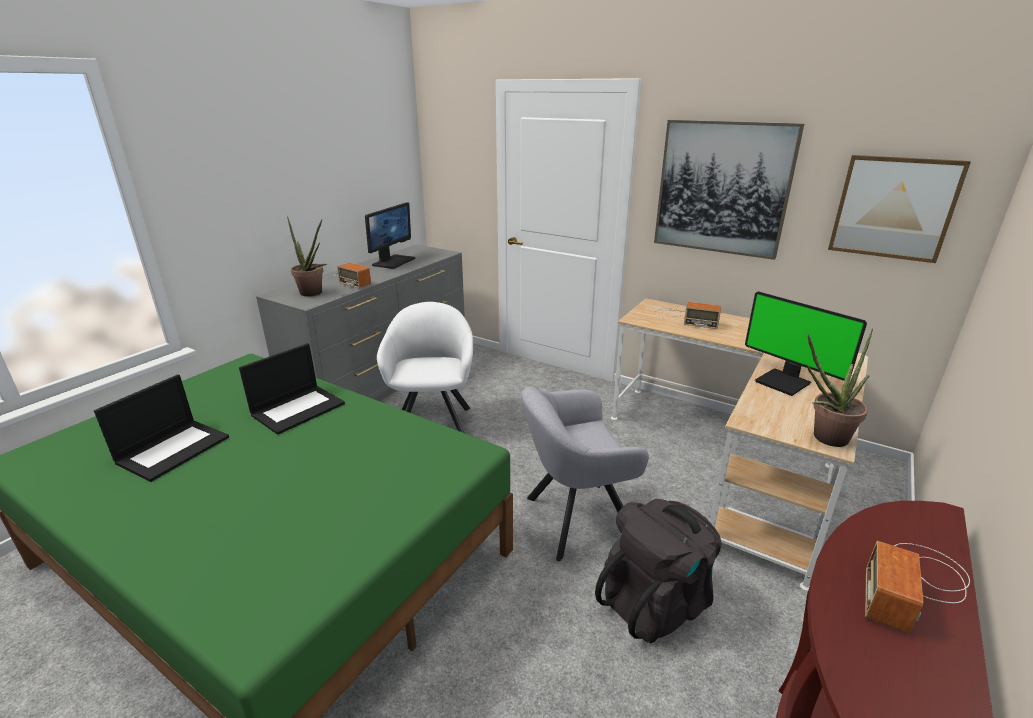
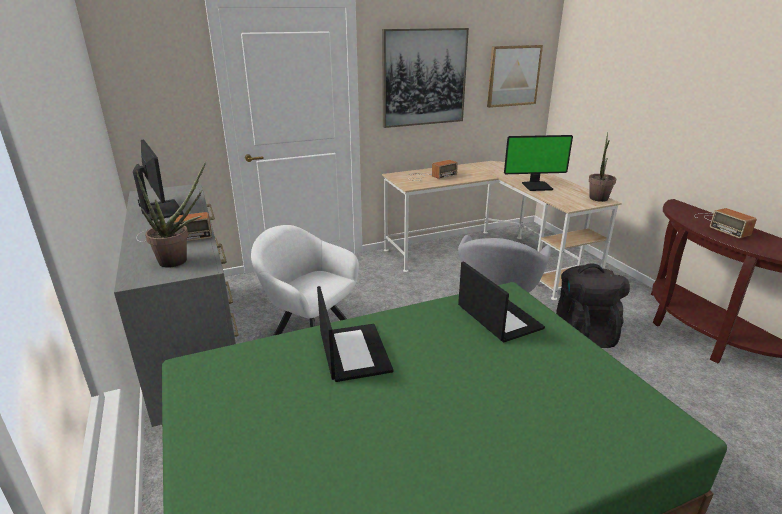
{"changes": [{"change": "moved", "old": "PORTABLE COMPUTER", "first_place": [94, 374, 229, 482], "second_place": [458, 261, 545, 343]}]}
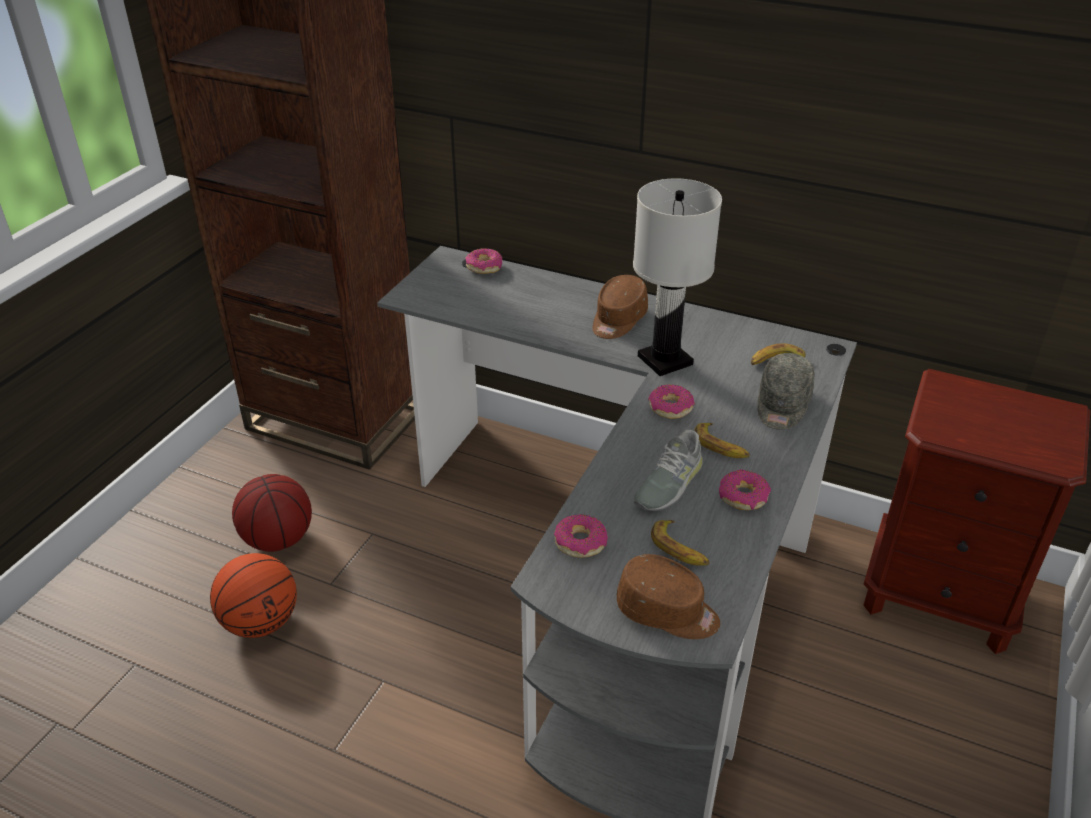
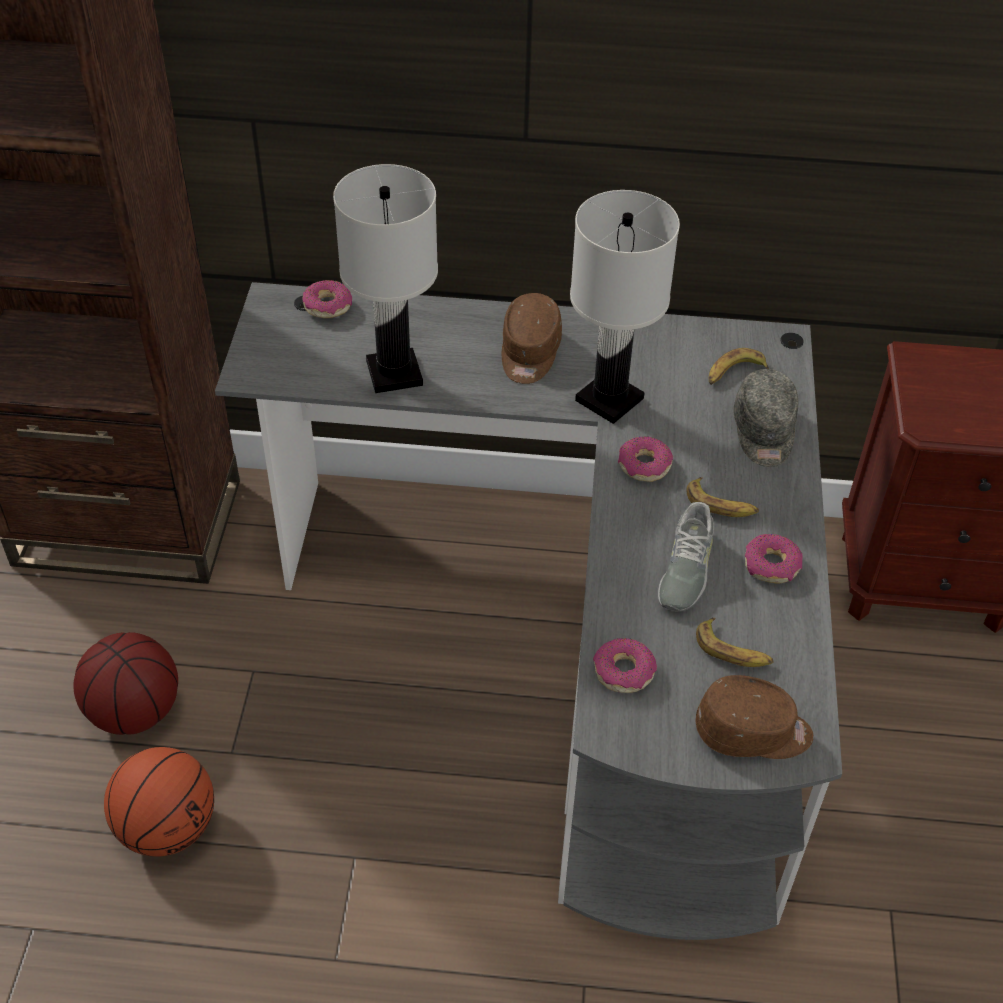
{"changes": [{"change": "added", "new": "WHITISH TABLETOP LAMP", "second_place": [333, 164, 438, 393]}]}
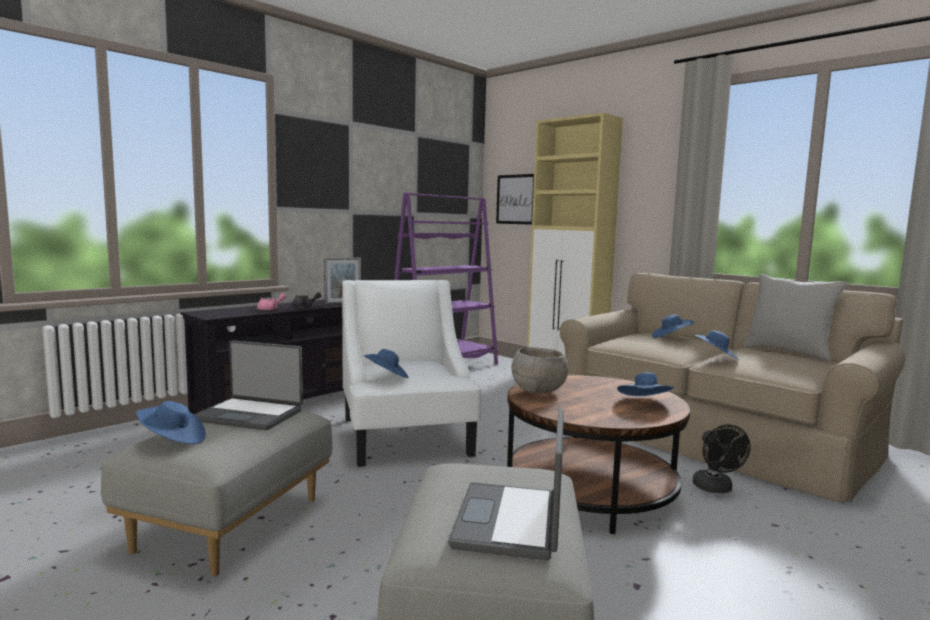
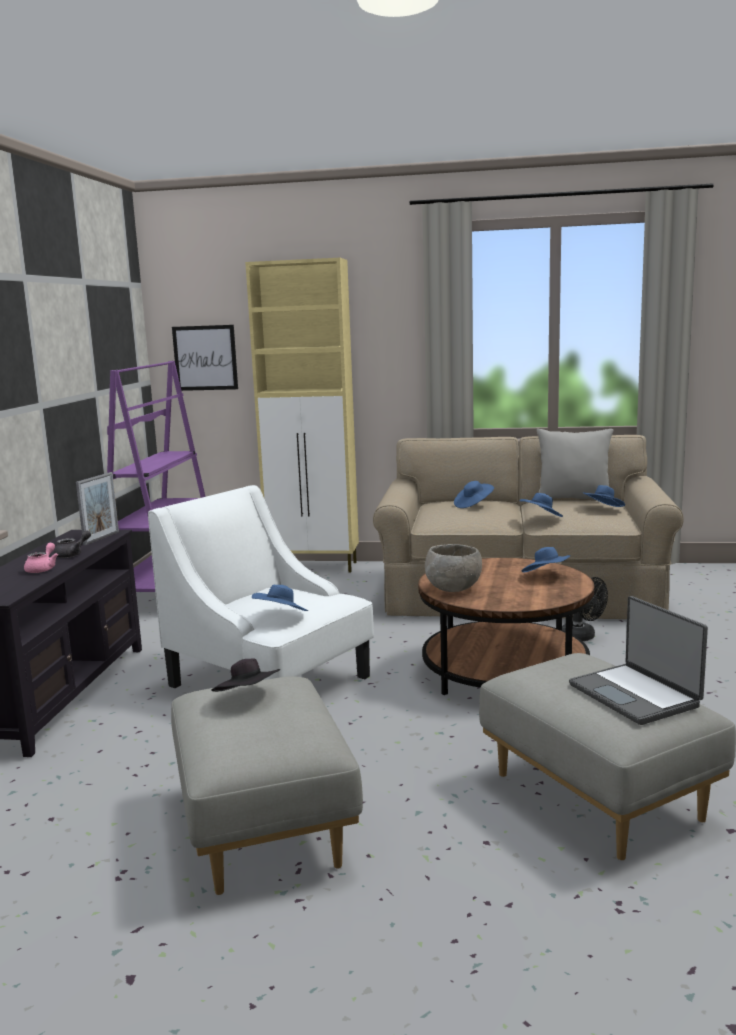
{"changes": [{"change": "replaced", "old": "PORTABLE COMPUTER", "new": "BLACK WEARABLE HAT", "first_place": [194, 340, 303, 430], "second_place": [211, 658, 280, 692]}, {"change": "moved", "old": "BLUE WEARABLE HAT", "first_place": [136, 401, 206, 444], "second_place": [582, 485, 625, 507]}]}
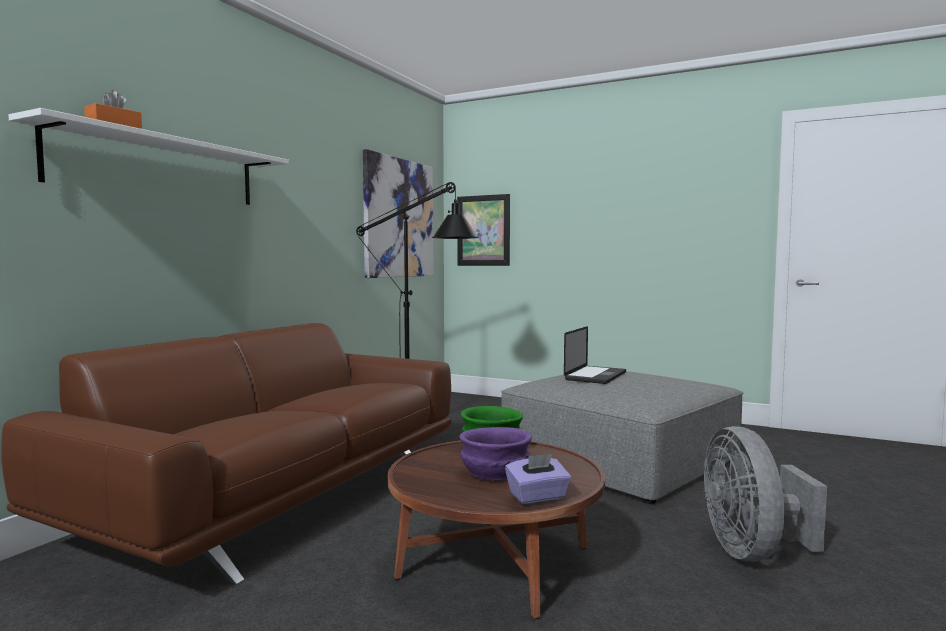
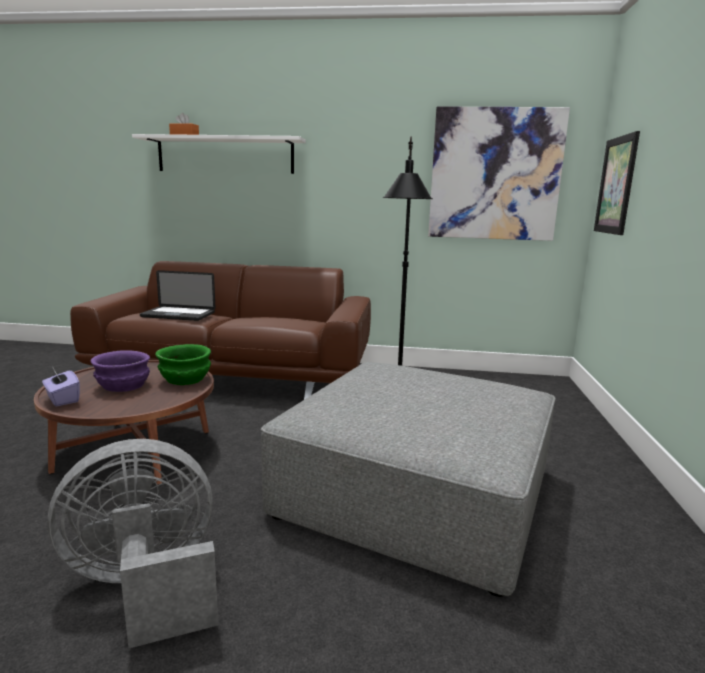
{"changes": [{"change": "moved", "old": "PORTABLE COMPUTER", "first_place": [564, 326, 626, 384], "second_place": [140, 270, 216, 321]}]}
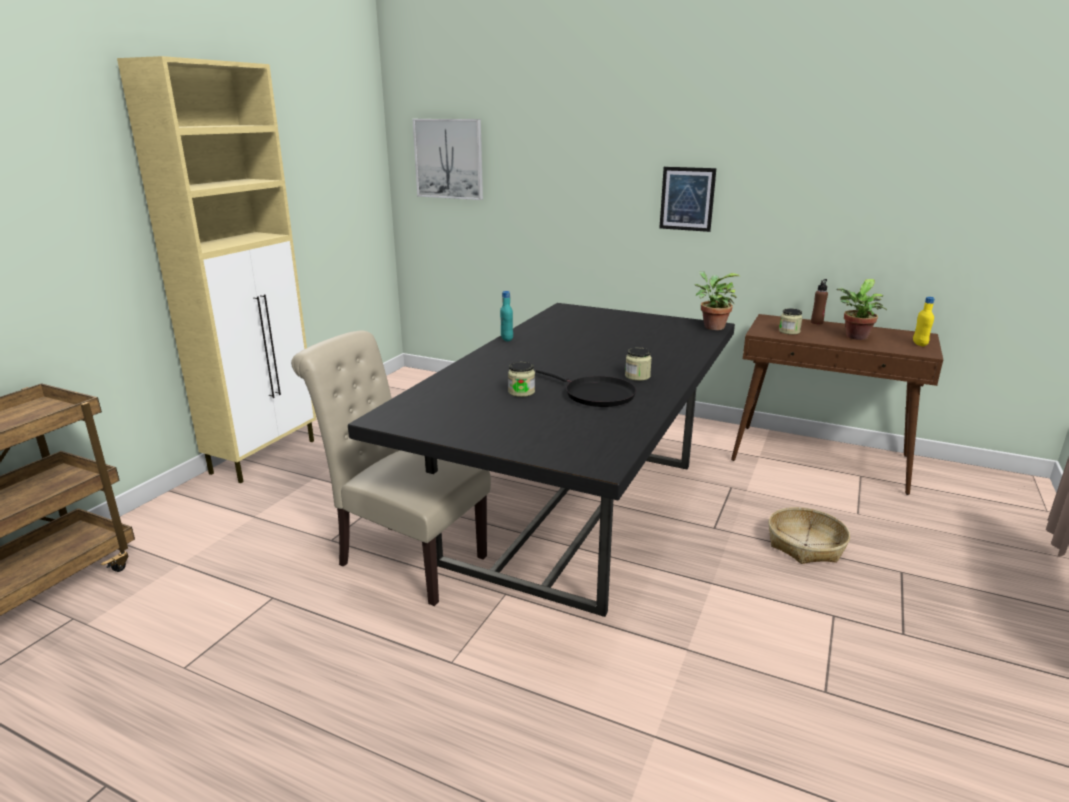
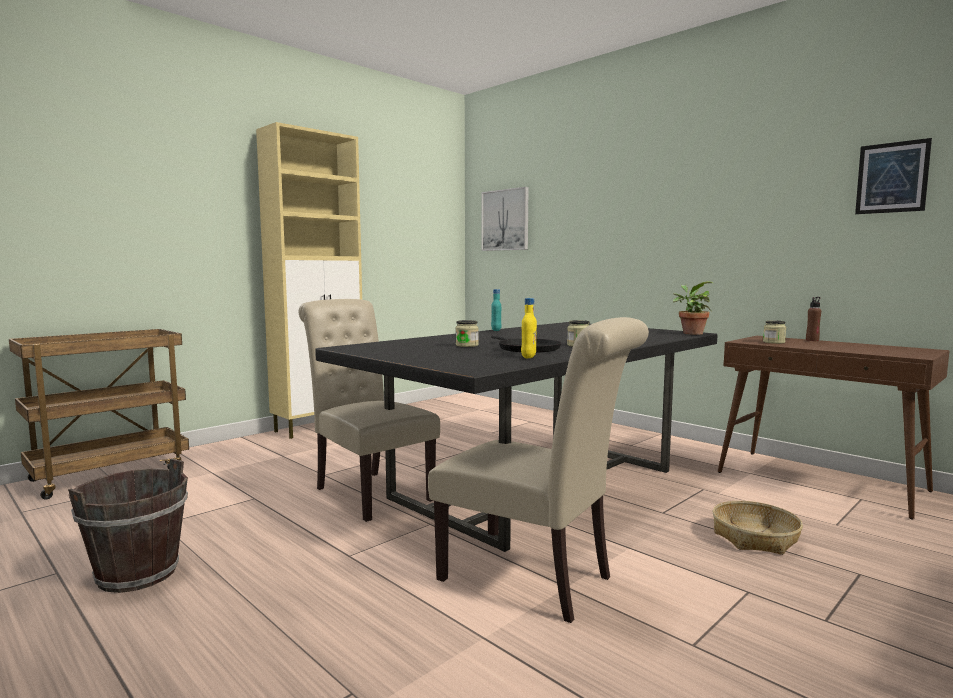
{"changes": [{"change": "added", "new": "BROWN WATER BUCKET", "second_place": [68, 459, 188, 593]}, {"change": "added", "new": "BEIGE-COLOURED CHAIR", "second_place": [428, 317, 649, 623]}, {"change": "moved", "old": "YELLOW-COLOURED DRINK BOTTLE", "first_place": [913, 297, 935, 347], "second_place": [521, 298, 537, 358]}, {"change": "moved", "old": "PICTURE", "first_place": [660, 167, 717, 232], "second_place": [855, 138, 932, 214]}, {"change": "removed", "old": "PLANT IN A POT", "first_place": [836, 279, 887, 340]}]}
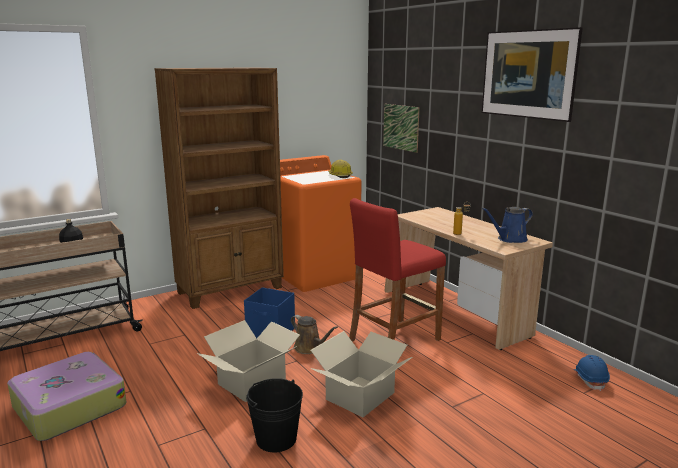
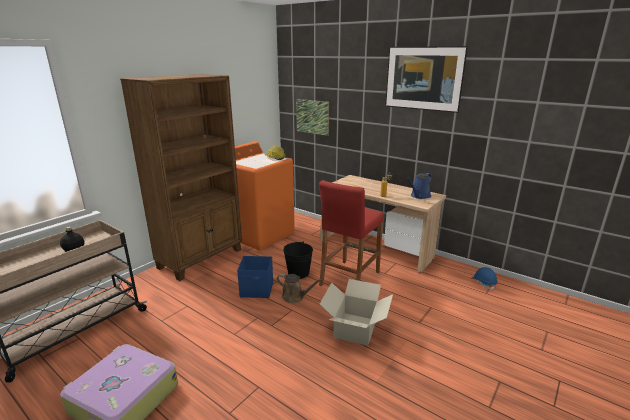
{"changes": [{"change": "moved", "old": "BLACK WATER BUCKET", "first_place": [246, 378, 303, 452], "second_place": [283, 241, 313, 279]}, {"change": "removed", "old": "CARDBOARD BOX", "first_place": [197, 320, 300, 402]}]}
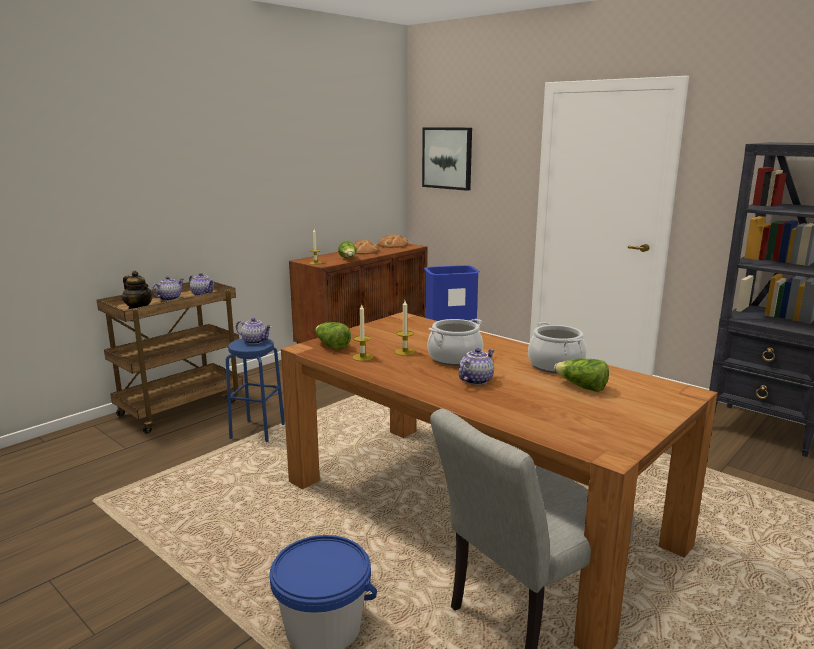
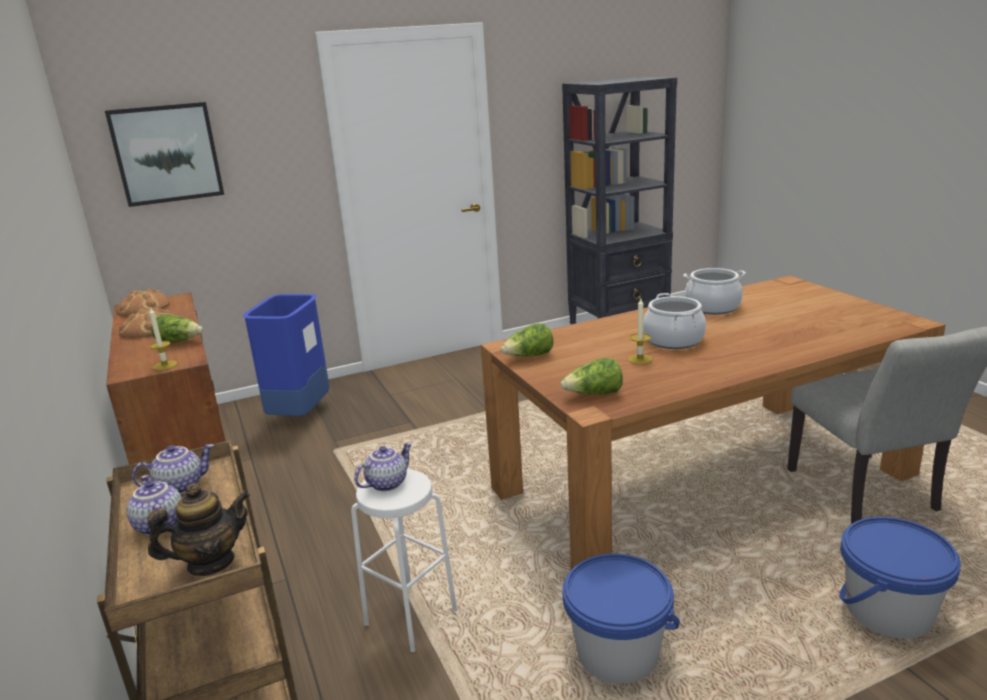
{"changes": [{"change": "recoloured", "old": "BLUE STOOL SEAT", "new": "WHITISH STOOL SEAT", "first_place": [226, 338, 285, 442], "second_place": [351, 469, 457, 652]}, {"change": "moved", "old": "LETTUCE HEAD", "first_place": [554, 359, 609, 392], "second_place": [501, 323, 553, 356]}, {"change": "added", "new": "BLUE WATER BUCKET", "second_place": [563, 554, 680, 683]}, {"change": "removed", "old": "WAX CANDLE", "first_place": [352, 304, 373, 361]}, {"change": "removed", "old": "TEA POT", "first_place": [458, 348, 494, 385]}]}
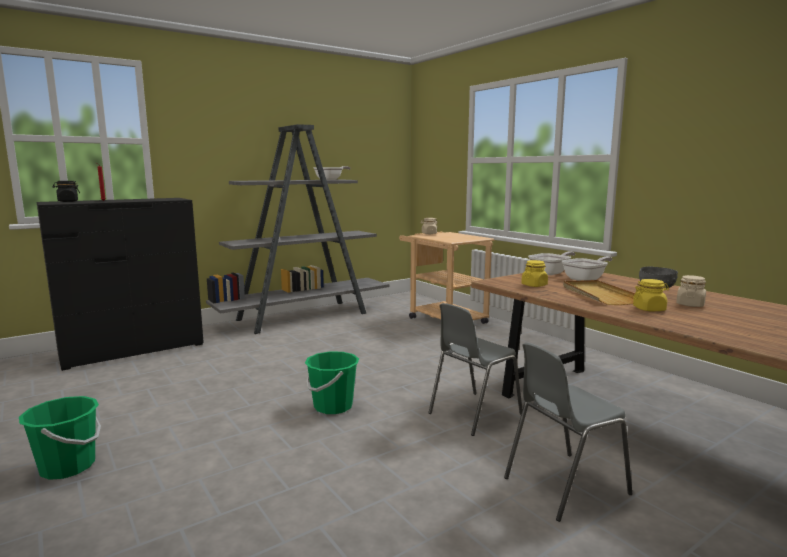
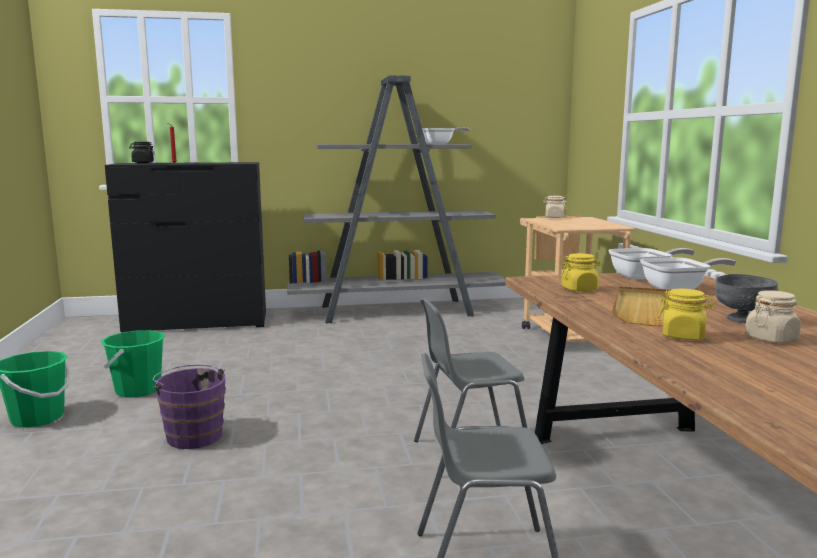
{"changes": [{"change": "moved", "old": "GREEN WATER BUCKET", "first_place": [305, 352, 359, 414], "second_place": [101, 330, 165, 397]}, {"change": "added", "new": "PURPLISH WATER BUCKET", "second_place": [152, 365, 226, 449]}]}
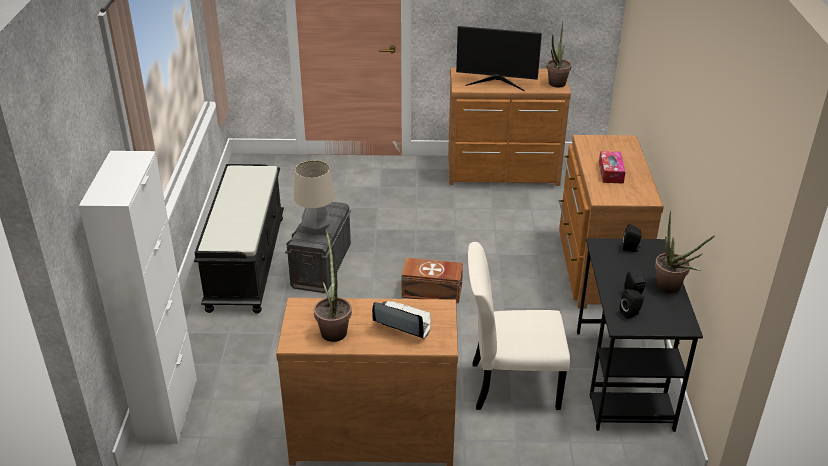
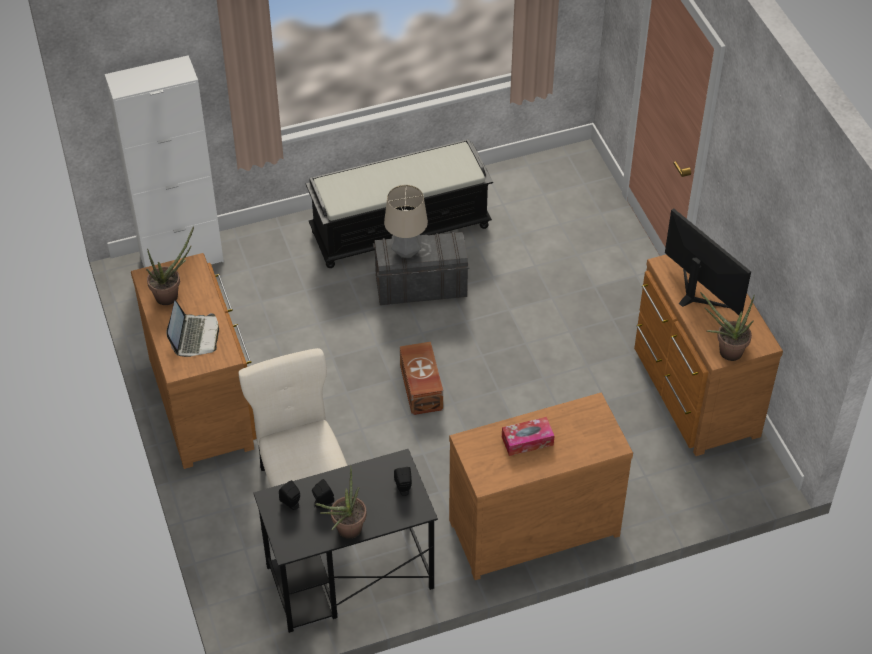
{"changes": [{"change": "turned", "old": "MONITOR", "first_place": [456, 26, 542, 91], "second_place": [665, 209, 751, 315], "degrees": 150}]}
